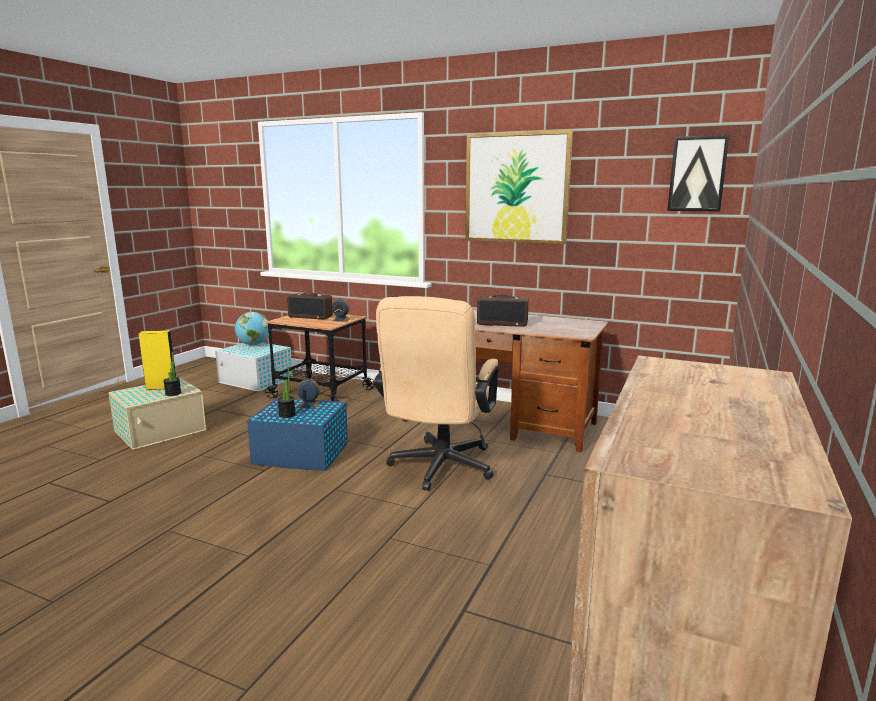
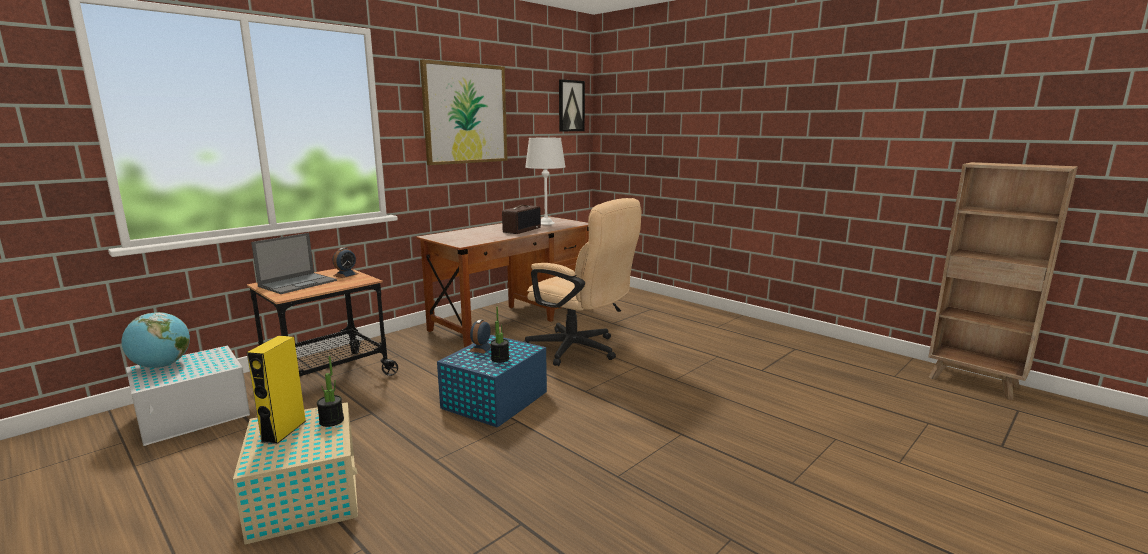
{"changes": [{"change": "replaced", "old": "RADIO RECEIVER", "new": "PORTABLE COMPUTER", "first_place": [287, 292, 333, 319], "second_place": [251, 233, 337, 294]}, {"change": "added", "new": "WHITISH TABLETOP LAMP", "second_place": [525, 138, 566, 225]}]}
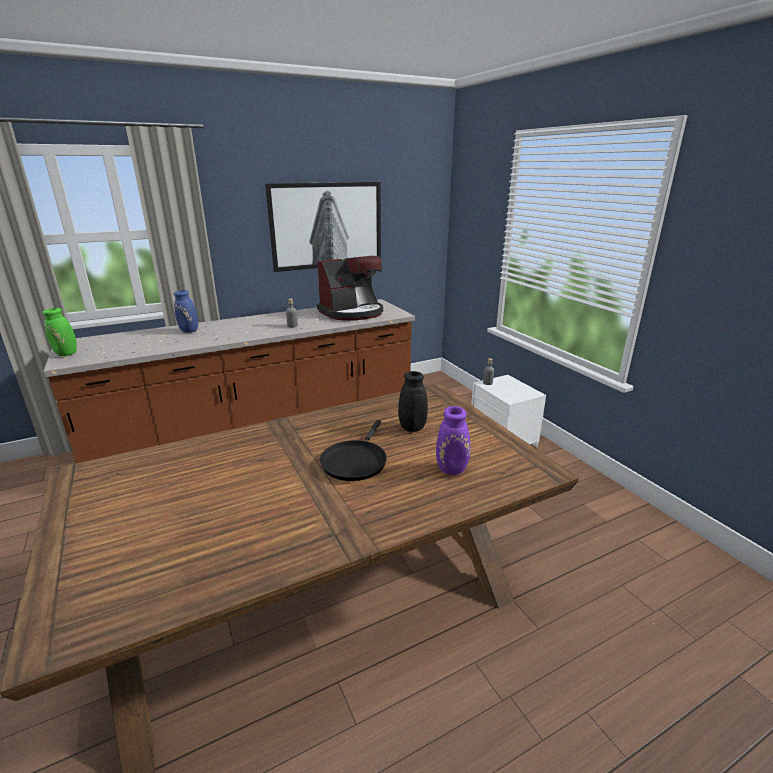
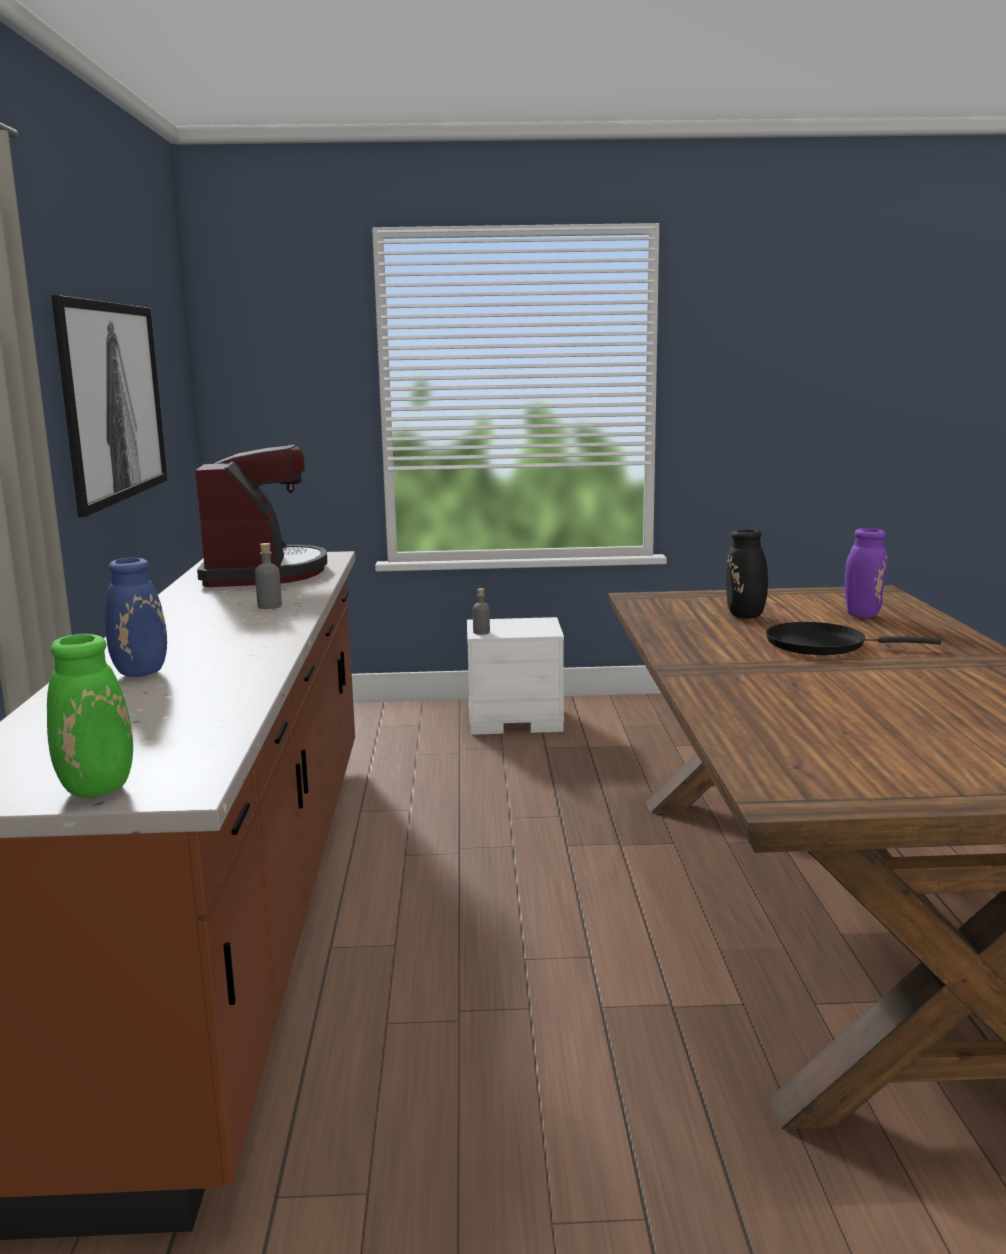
{"changes": [{"change": "turned", "old": "BLACK FRYING PAN", "first_place": [320, 420, 387, 481], "second_place": [766, 622, 941, 655], "degrees": 150}]}
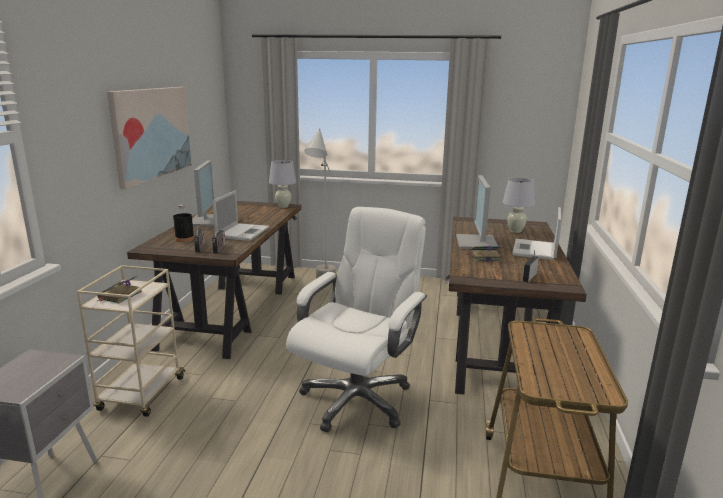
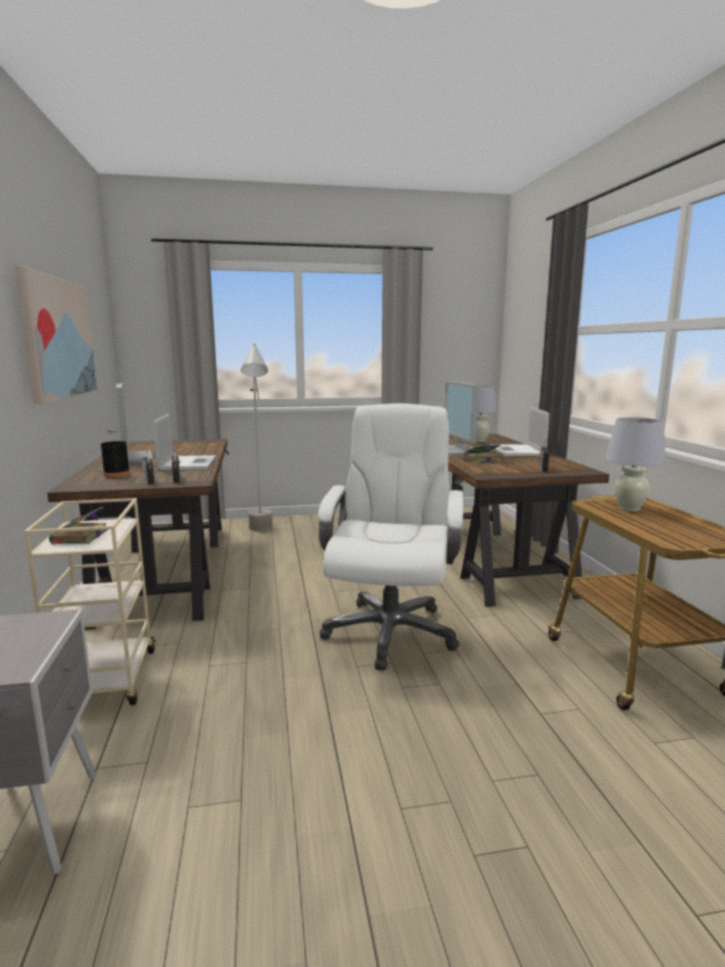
{"changes": [{"change": "moved", "old": "WHITISH TABLETOP LAMP", "first_place": [269, 160, 296, 208], "second_place": [605, 417, 666, 511]}]}
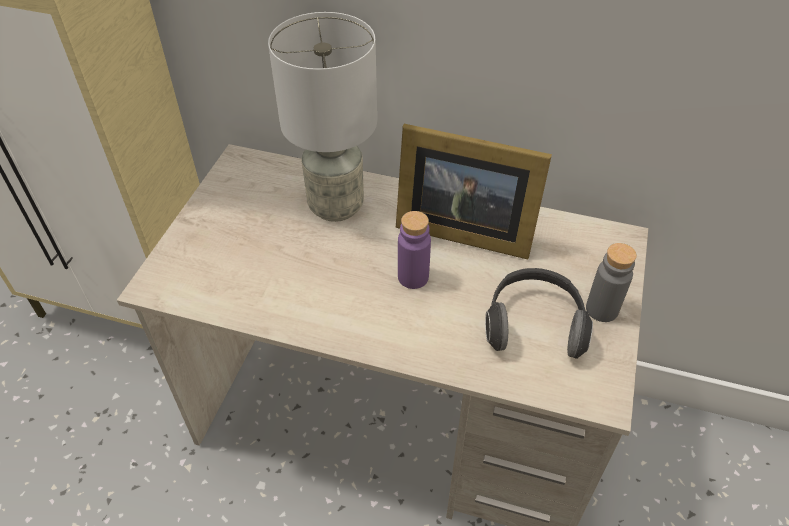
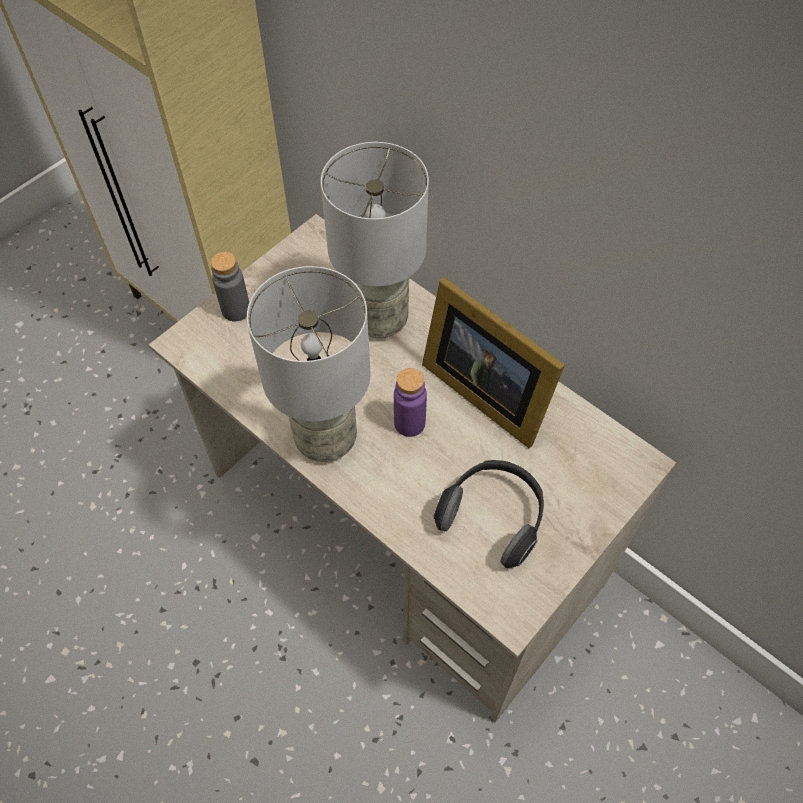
{"changes": [{"change": "moved", "old": "GREYISH DRINK BOTTLE", "first_place": [586, 243, 637, 322], "second_place": [211, 252, 249, 321]}, {"change": "added", "new": "GREYISH TABLETOP LAMP", "second_place": [247, 266, 371, 462]}]}
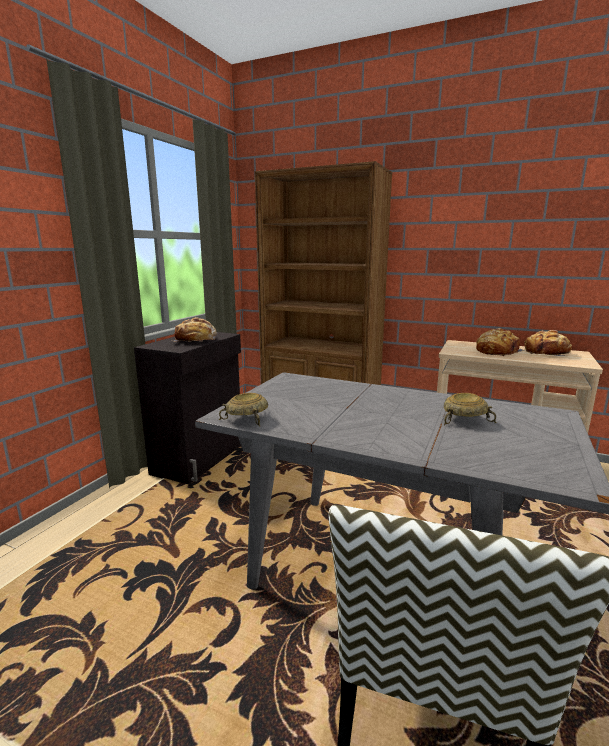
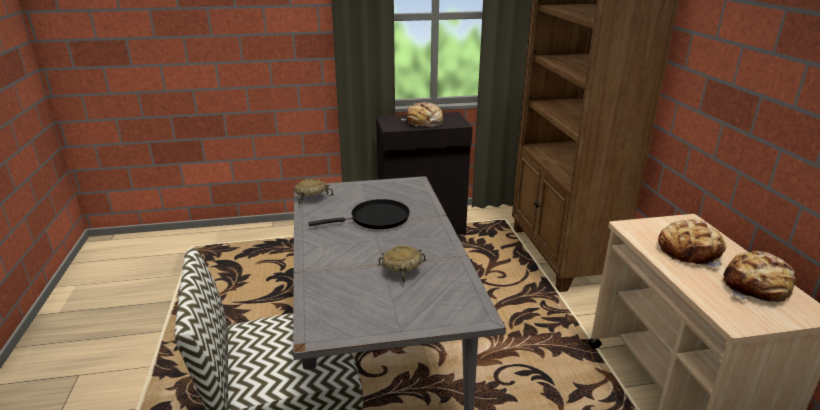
{"changes": [{"change": "added", "new": "BLACK FRYING PAN", "second_place": [308, 199, 410, 229]}]}
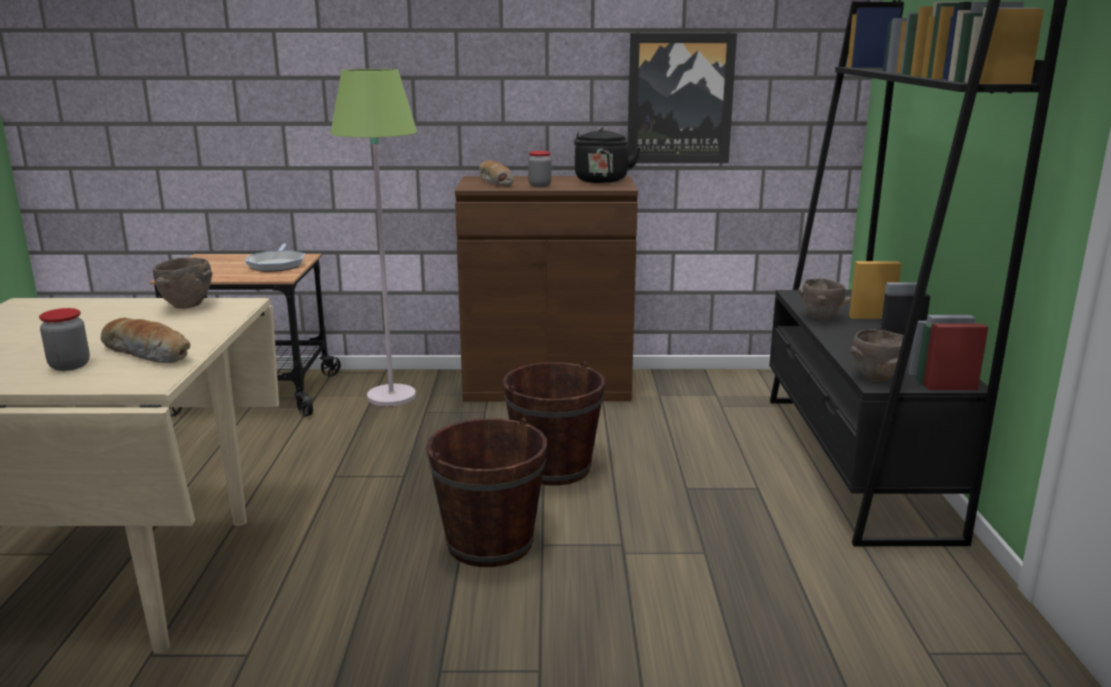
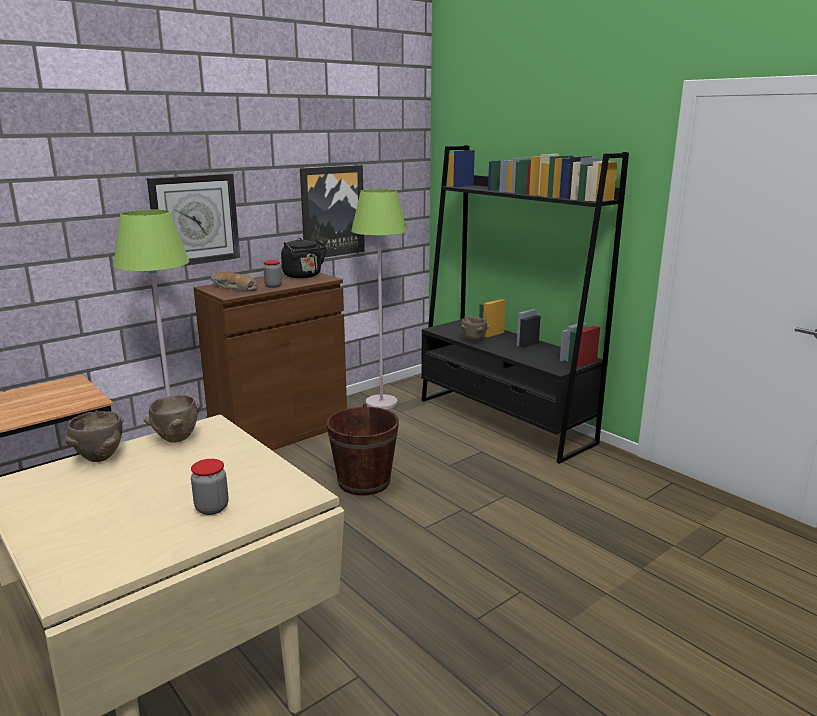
{"changes": [{"change": "moved", "old": "BROWN SERVING BOWL", "first_place": [850, 329, 904, 382], "second_place": [65, 411, 124, 462]}, {"change": "added", "new": "WALL CLOCK", "second_place": [147, 174, 240, 266]}, {"change": "added", "new": "GREEN FLOOR LAMP", "second_place": [351, 189, 407, 409]}, {"change": "removed", "old": "BAKERY BREAD", "first_place": [101, 318, 190, 363]}, {"change": "removed", "old": "FRYING PAN", "first_place": [245, 243, 305, 272]}, {"change": "removed", "old": "BROWN WATER BUCKET", "first_place": [426, 418, 547, 567]}]}
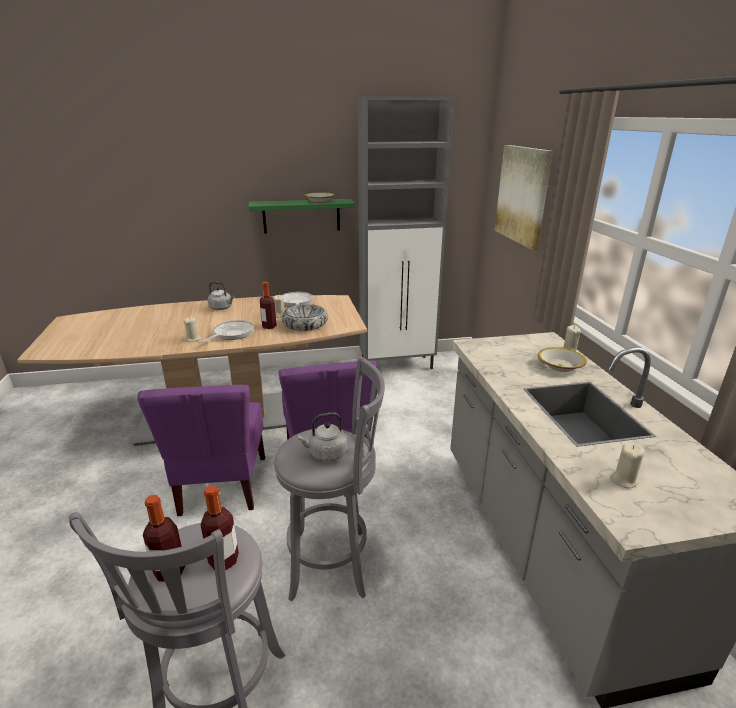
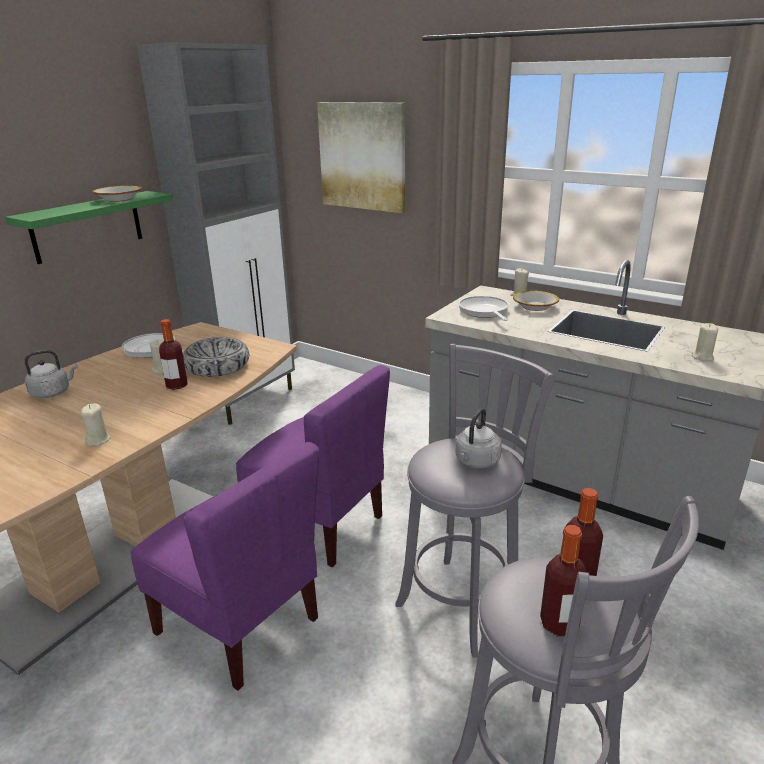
{"changes": [{"change": "moved", "old": "FRYING PAN", "first_place": [201, 320, 254, 343], "second_place": [459, 296, 509, 321]}]}
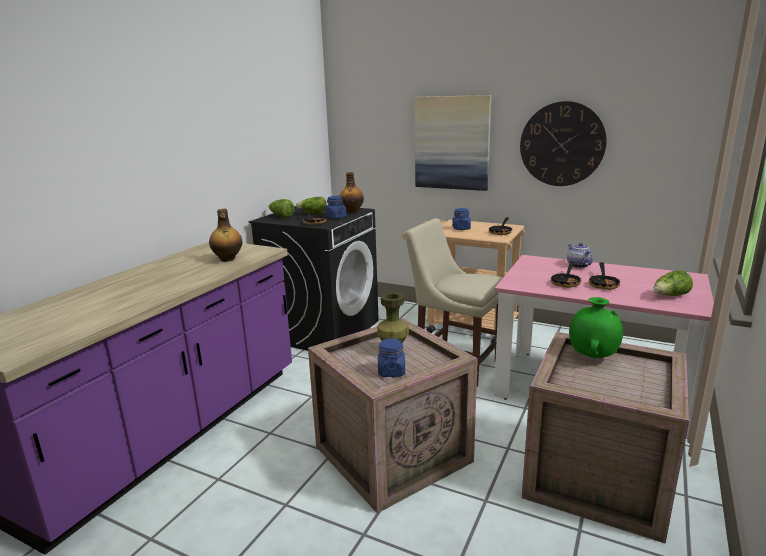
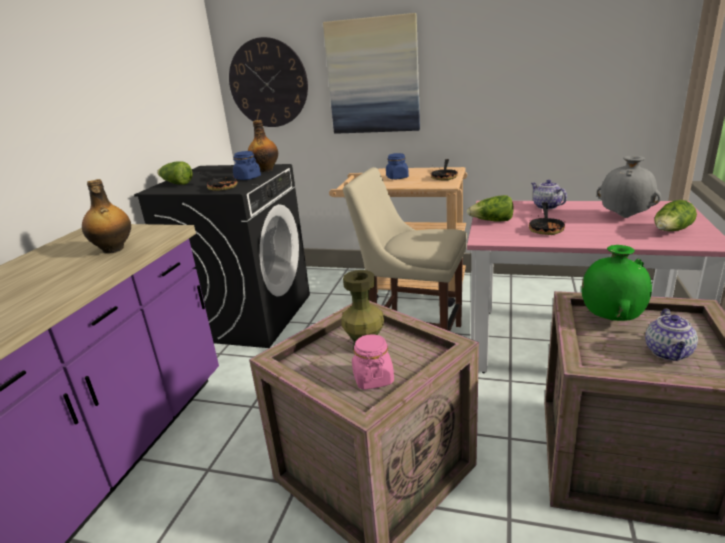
{"changes": [{"change": "moved", "old": "WALL CLOCK", "first_place": [520, 101, 607, 186], "second_place": [229, 37, 308, 127]}, {"change": "recoloured", "old": "BLUE PRESERVE JAR", "new": "PINK PRESERVE JAR", "first_place": [378, 338, 405, 377], "second_place": [352, 334, 394, 390]}, {"change": "moved", "old": "LETTUCE HEAD", "first_place": [296, 197, 327, 215], "second_place": [467, 195, 514, 222]}, {"change": "added", "new": "GREYISH DECORATIVE VASE", "second_place": [597, 155, 662, 218]}, {"change": "added", "new": "TEA POT", "second_place": [645, 309, 698, 361]}, {"change": "removed", "old": "FRYING PAN", "first_place": [589, 262, 620, 290]}]}
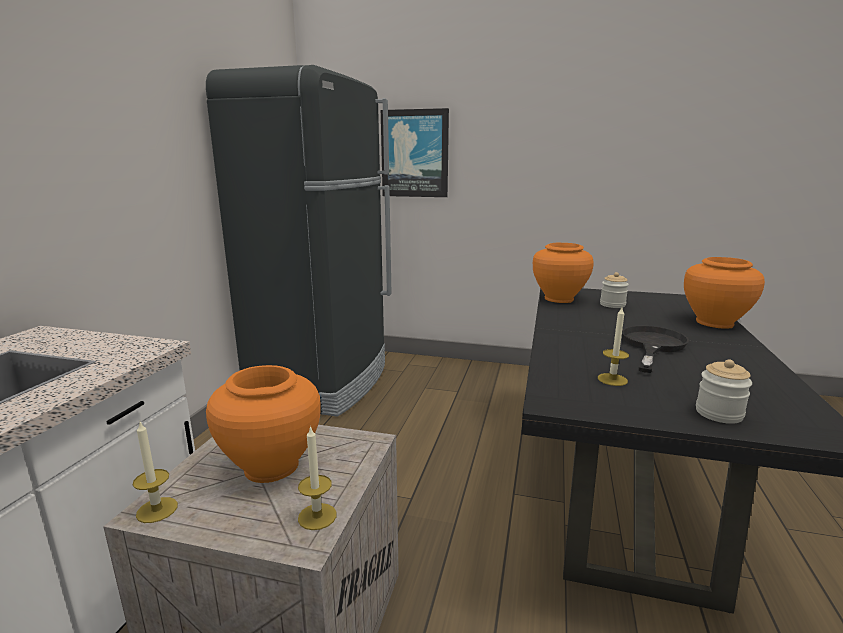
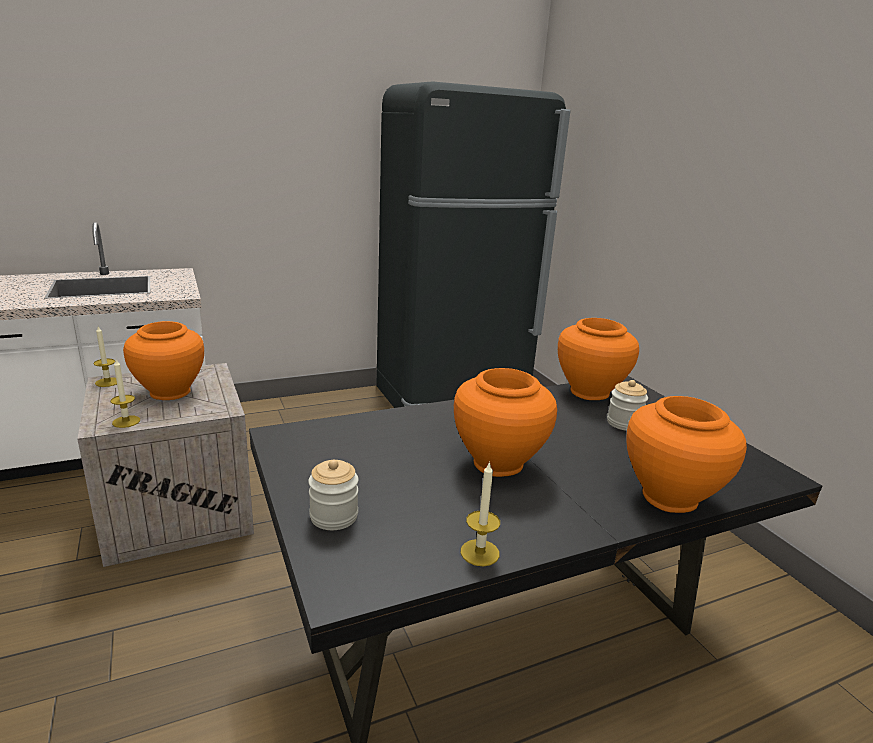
{"changes": [{"change": "replaced", "old": "BLACK FRYING PAN", "new": "ORANGE-COLOURED DECORATIVE VASE", "first_place": [622, 326, 689, 373], "second_place": [454, 368, 557, 477]}, {"change": "moved", "old": "WAX CANDLE", "first_place": [598, 307, 629, 386], "second_place": [461, 461, 500, 567]}, {"change": "removed", "old": "PICTURE", "first_place": [381, 108, 449, 197]}]}
